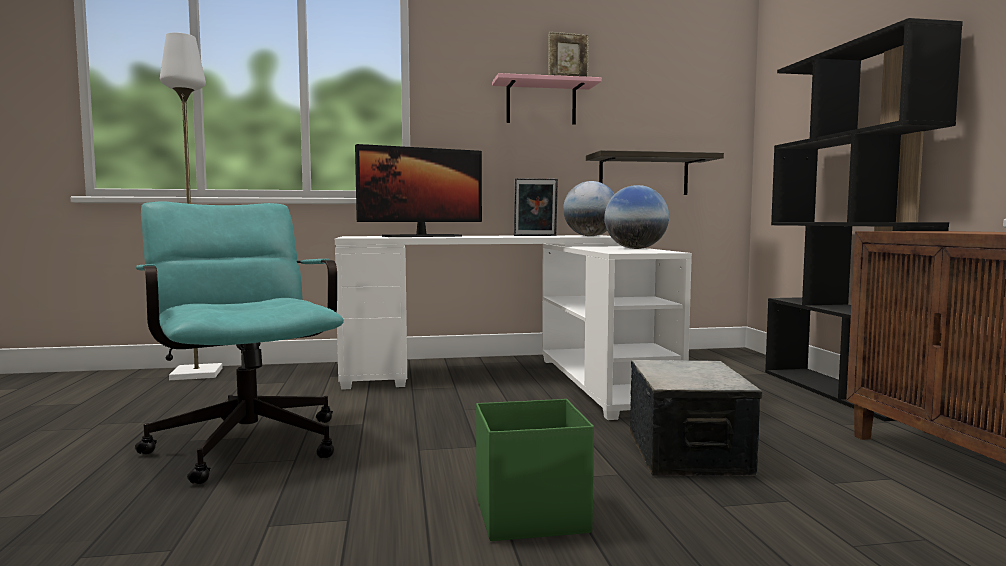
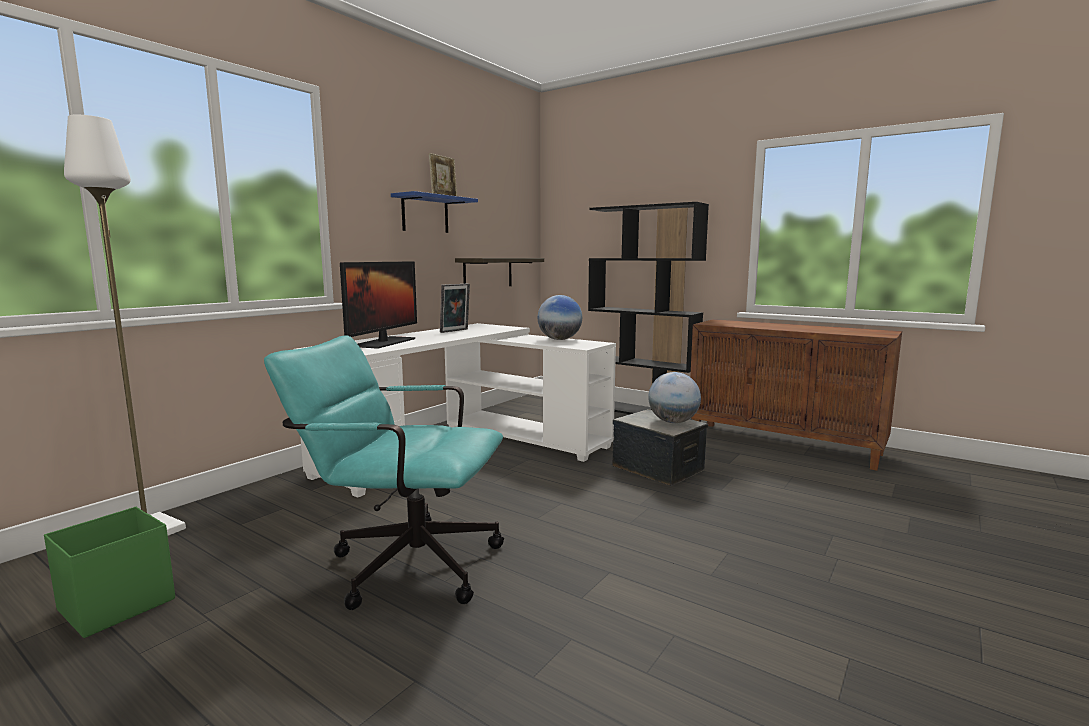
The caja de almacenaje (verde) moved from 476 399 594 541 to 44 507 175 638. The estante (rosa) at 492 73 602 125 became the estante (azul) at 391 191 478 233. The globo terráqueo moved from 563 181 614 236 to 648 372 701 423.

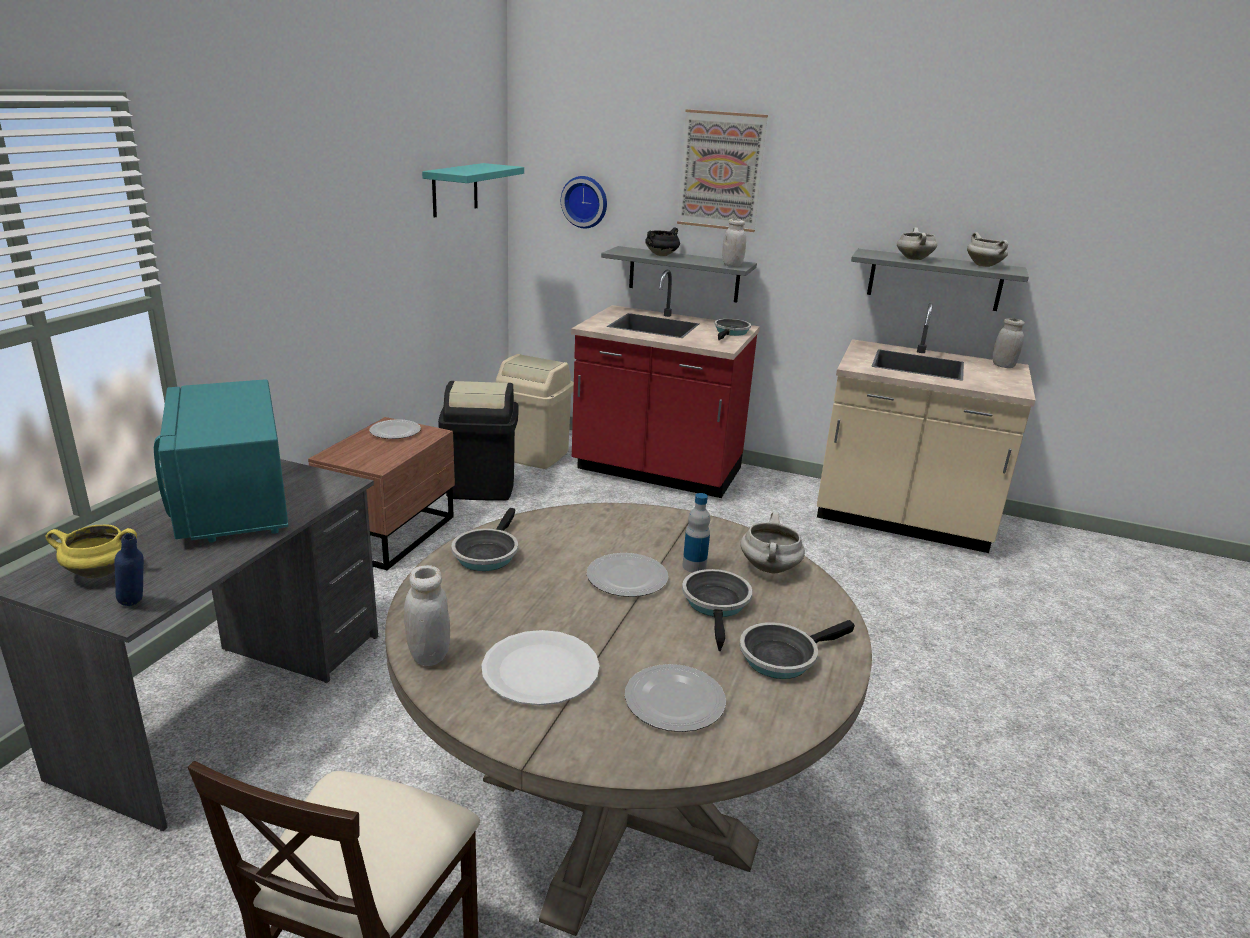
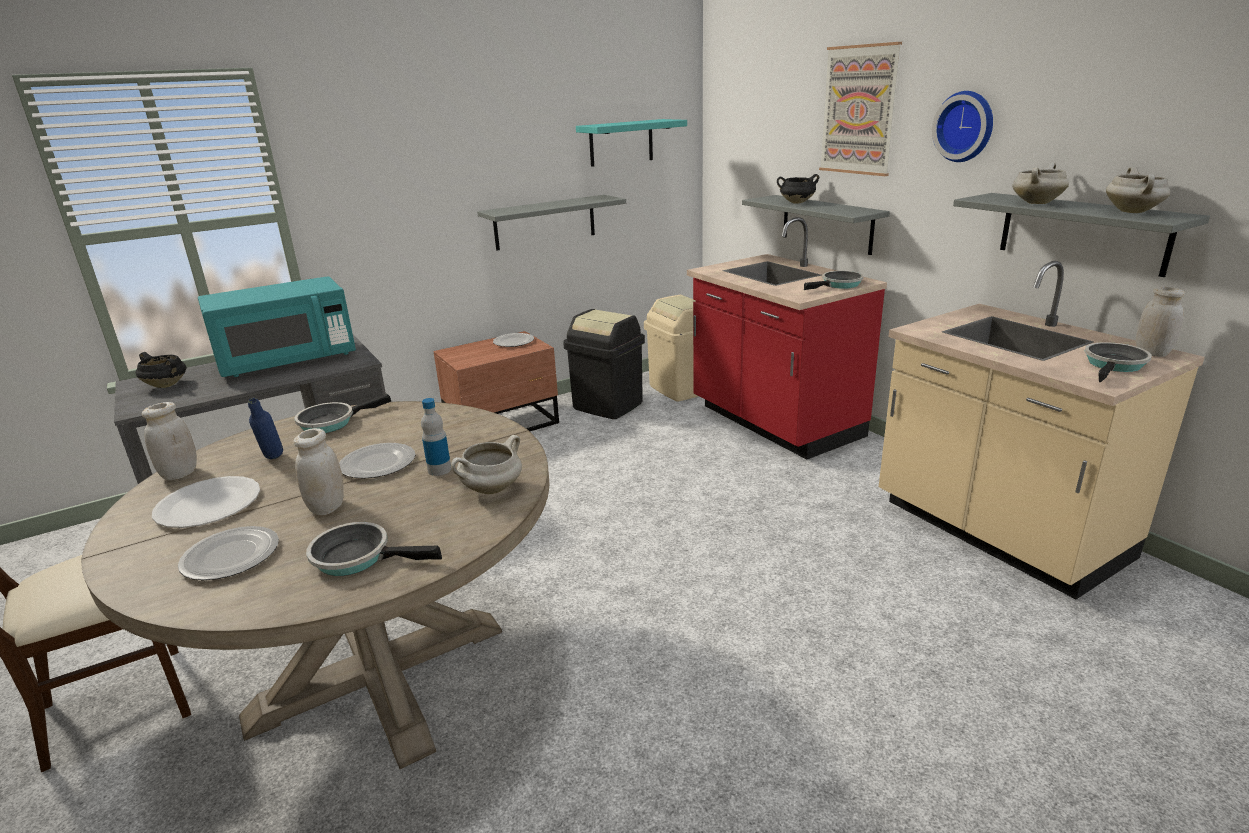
The olla (amarillo) at 46 525 137 578 became the olla (negro) at 136 352 186 388. The botella (azul) moved from 115 533 144 606 to 248 398 283 459. The microondas (turquesa) at 154 379 288 543 turned 135 degrees counterclockwise. The reloj de pared moved from 561 176 607 228 to 932 91 993 162. The sartén moved from 682 569 752 651 to 1084 342 1152 382. The tarro (blanco) moved from 722 219 746 267 to 294 428 344 515. The estante (gris) at 477 195 626 251 appeared.

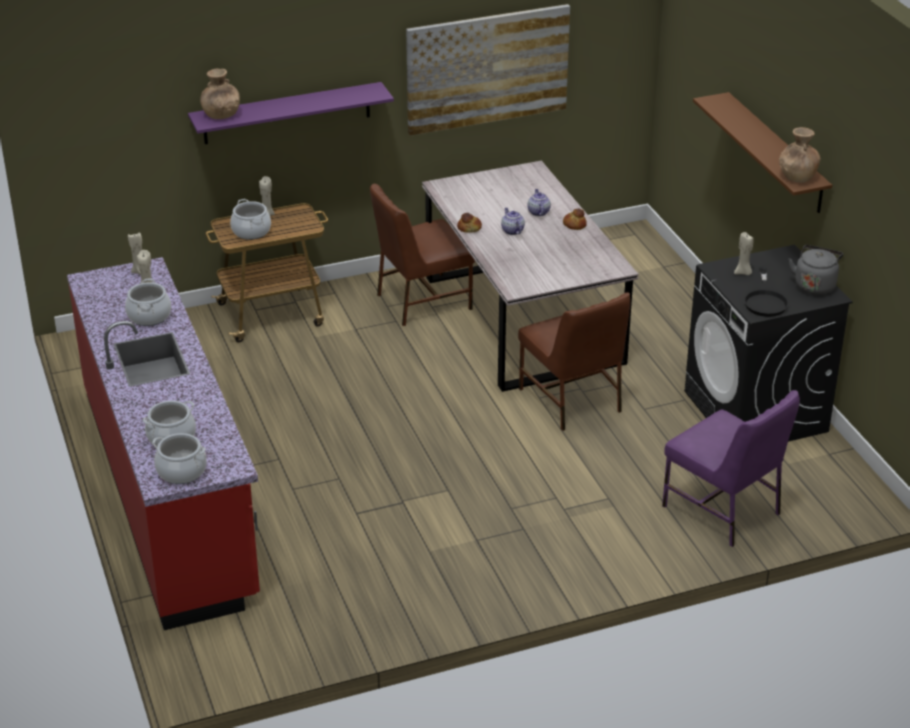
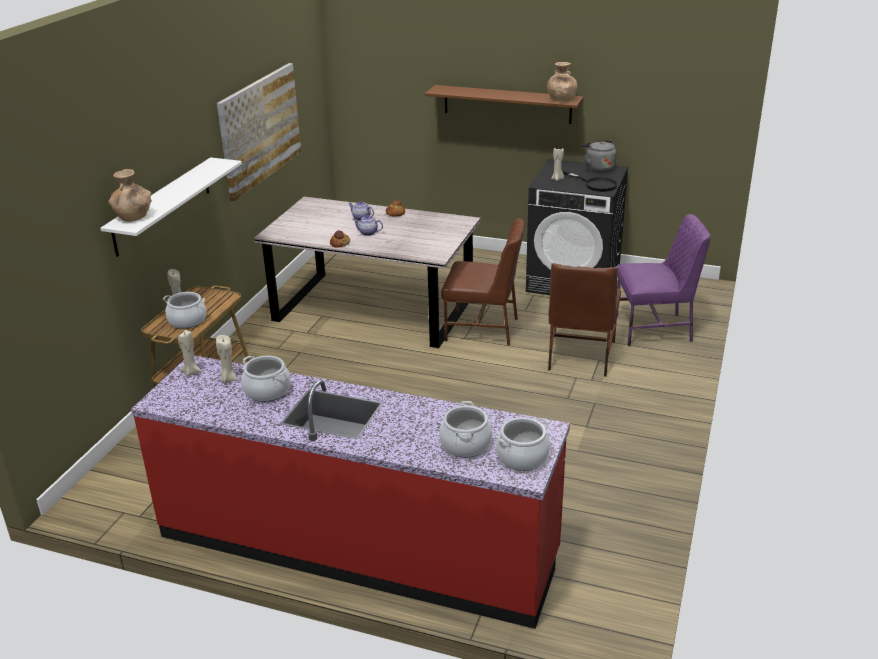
The estante (morado) at 188 82 394 144 became the estante (blanco) at 100 157 242 257. The silla (marrón) moved from 370 184 475 326 to 548 263 621 376.

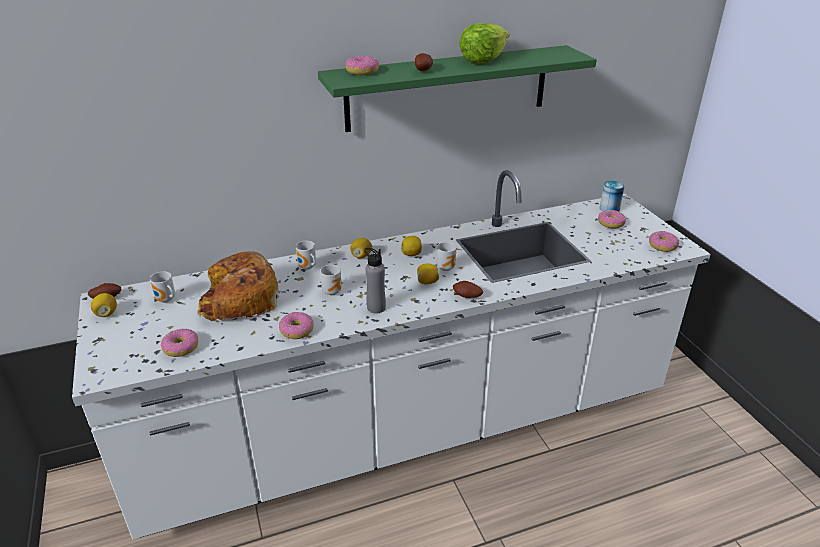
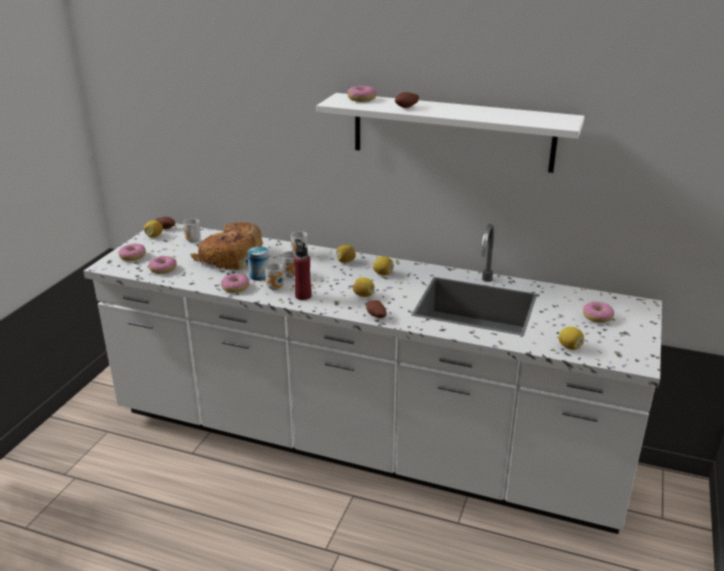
The estante (verde) at 318 45 597 132 became the estante (blanco) at 316 93 585 173. The botella (gris) at 364 248 386 314 became the botella (rojo) at 293 239 312 300. The taza grande moved from 437 242 457 271 to 265 263 286 290. The lechuga at 459 23 509 64 disappeared. The lata moved from 600 181 625 212 to 247 246 269 281. The rosquilla moved from 649 231 679 252 to 119 243 146 261. The limón at 559 327 584 350 appeared.

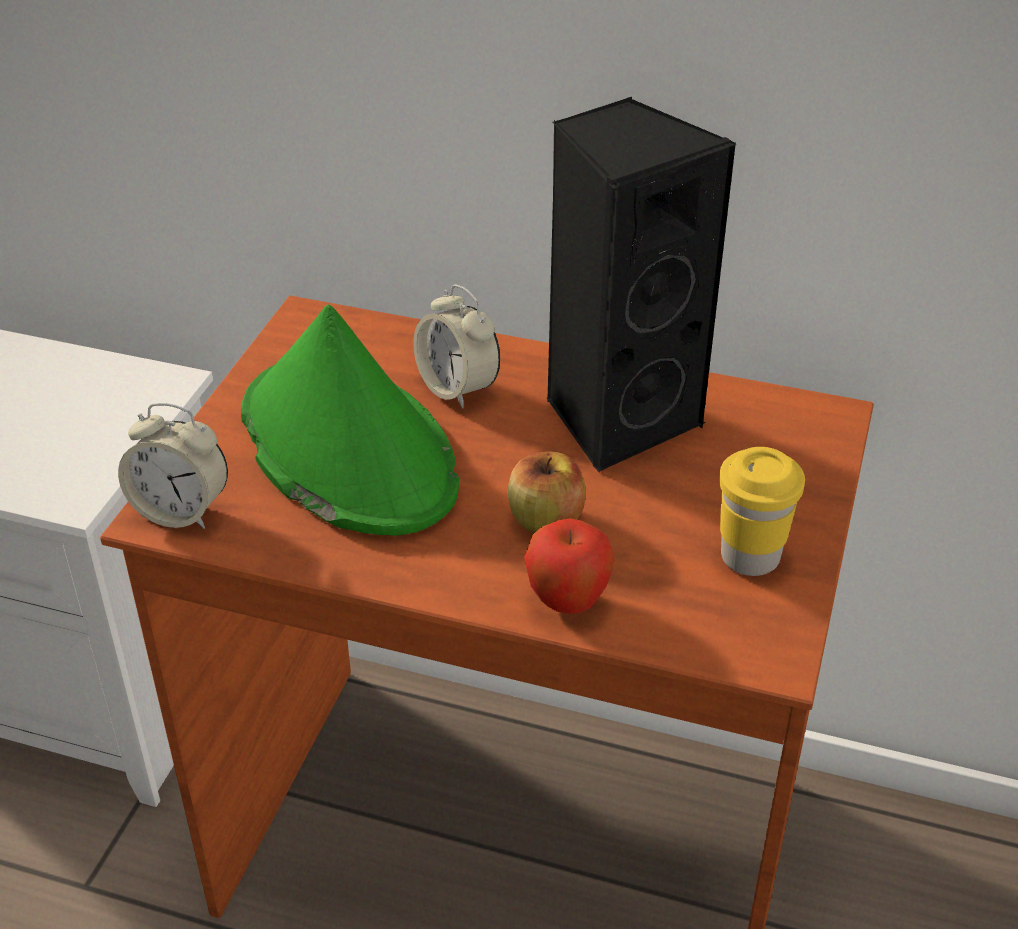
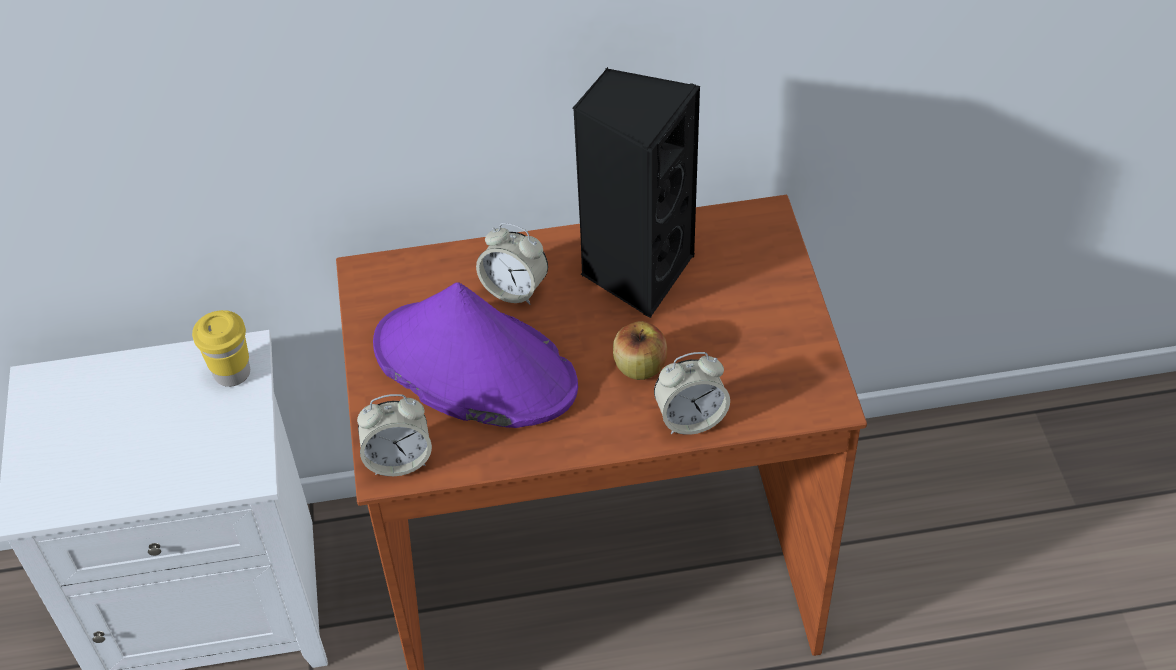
The sombrero (verde) at 241 304 459 536 became the sombrero (morado) at 373 282 578 428. The manzana at 524 518 615 614 was replaced by the despertador at 654 352 730 435. The taza (amarillo) moved from 719 447 805 576 to 192 310 250 387.

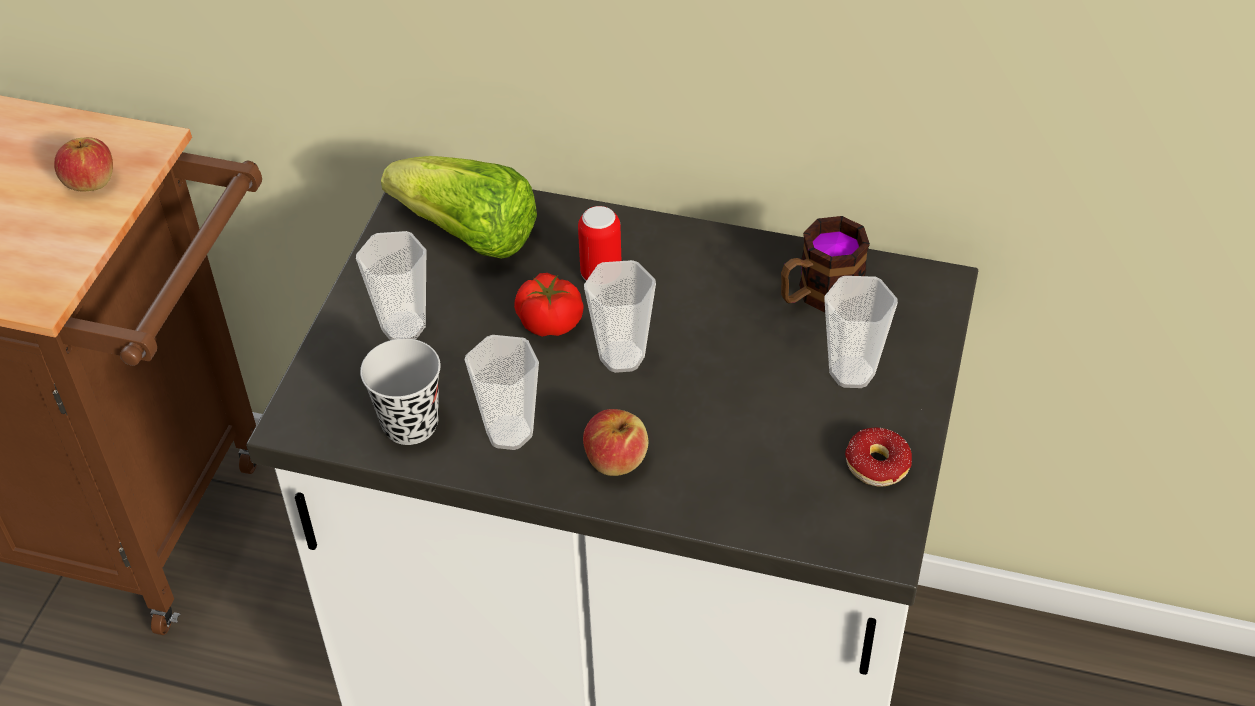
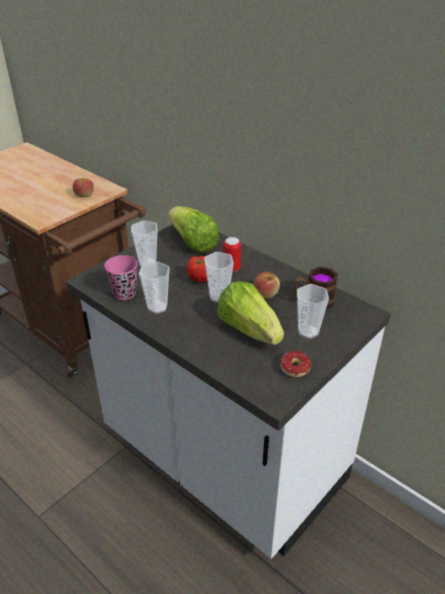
The taza (negro) at 360 338 441 445 became the taza (rosa) at 104 255 138 300. The manzana moved from 583 409 648 476 to 254 272 280 299. The lechuga at 217 281 284 345 appeared.

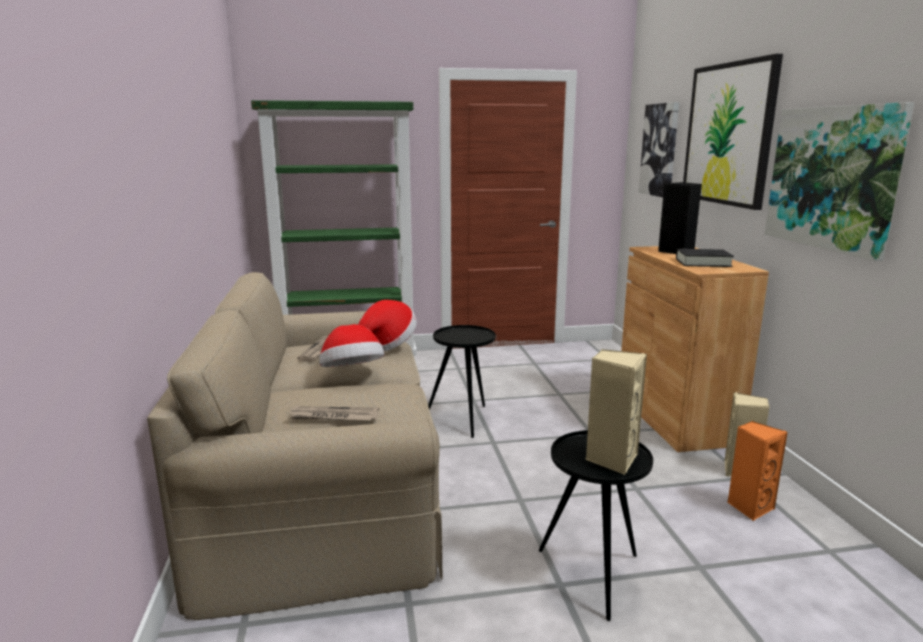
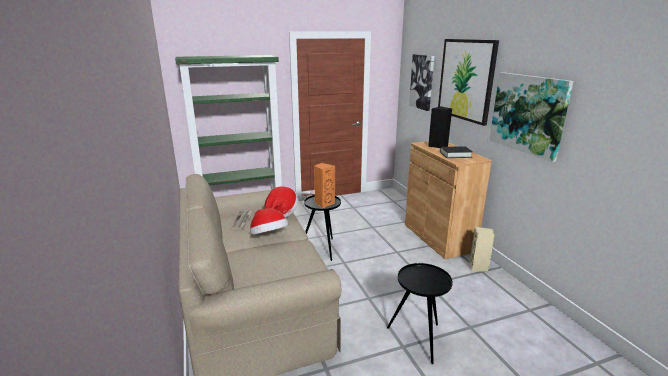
The periódico at 287 406 379 420 disappeared. The altavoz (beis) at 586 349 647 475 disappeared. The altavoz (naranja) moved from 728 421 788 521 to 314 163 335 208.

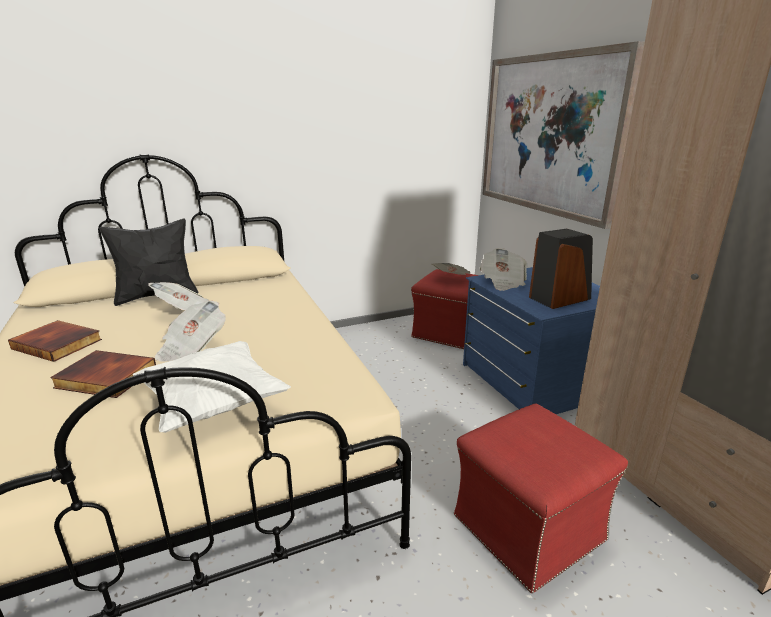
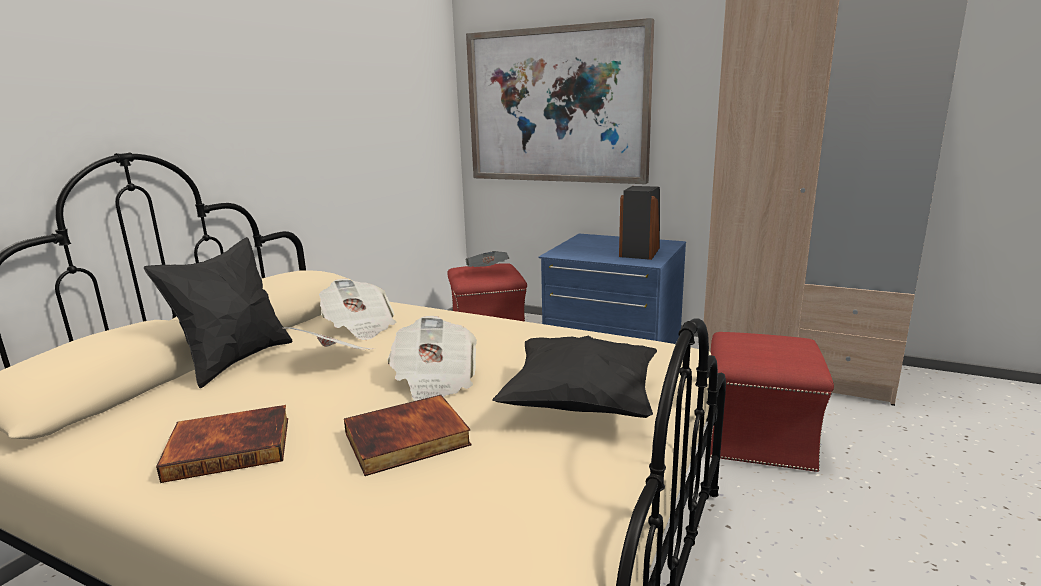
The cojín (blanco) at 133 341 291 433 became the cojín (negro) at 492 336 657 418. The periódico moved from 480 248 527 291 to 319 279 396 340.

